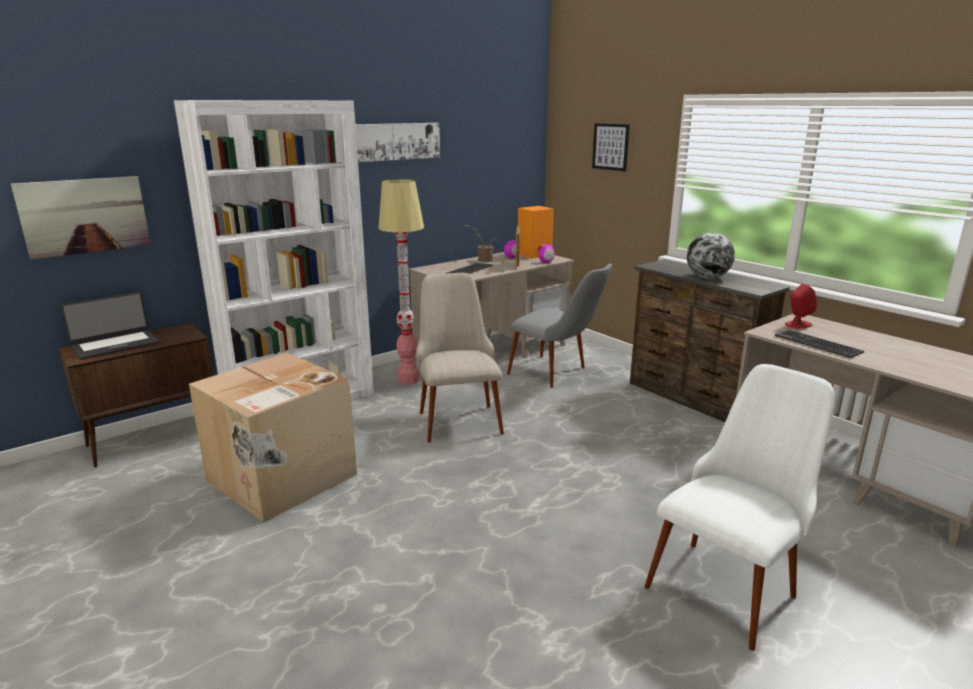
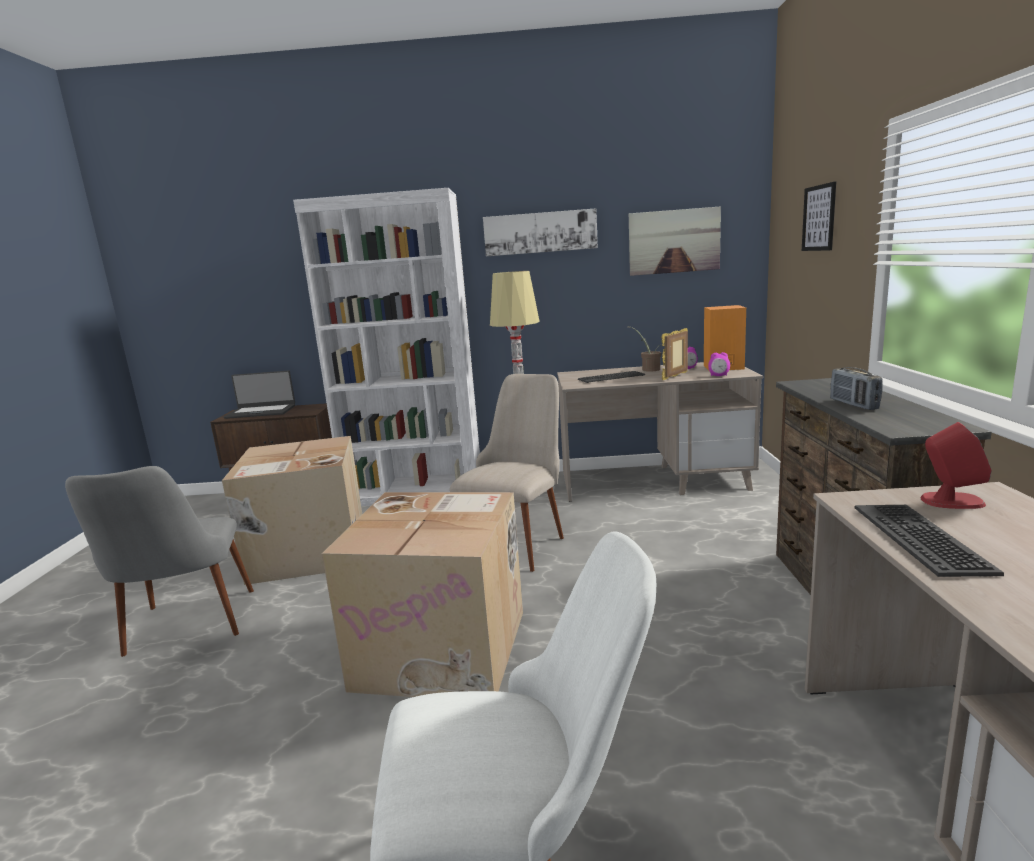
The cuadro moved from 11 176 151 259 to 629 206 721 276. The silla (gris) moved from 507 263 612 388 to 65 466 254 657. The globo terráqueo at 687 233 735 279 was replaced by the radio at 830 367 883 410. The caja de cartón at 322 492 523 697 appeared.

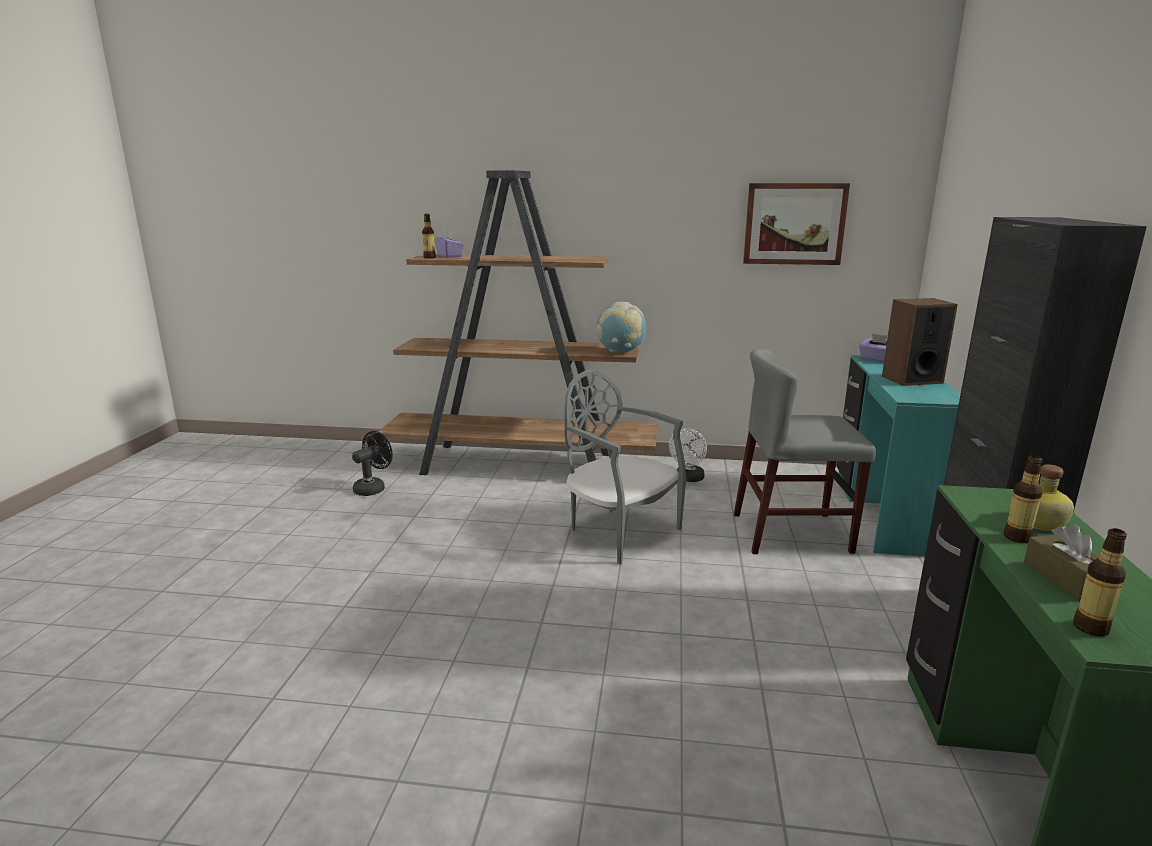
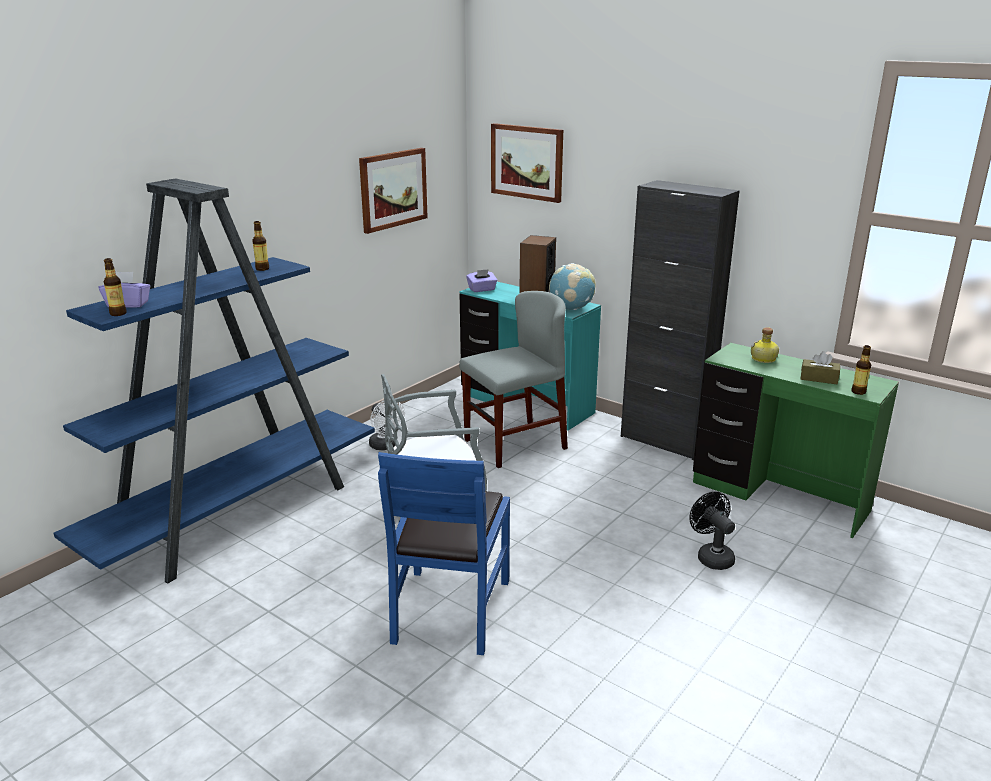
The ventilador (negro) moved from 352 431 392 496 to 690 491 735 570. The estantería (marrón) at 378 170 657 475 became the estantería (azul) at 54 178 375 584. The globo terráqueo moved from 596 302 646 353 to 549 263 596 310. The silla (gris) at 734 349 876 554 turned 150 degrees counterclockwise. The botella moved from 1004 455 1043 543 to 252 221 269 271. The silla (azul) at 378 452 510 655 appeared. The cuadro at 491 123 563 203 appeared.

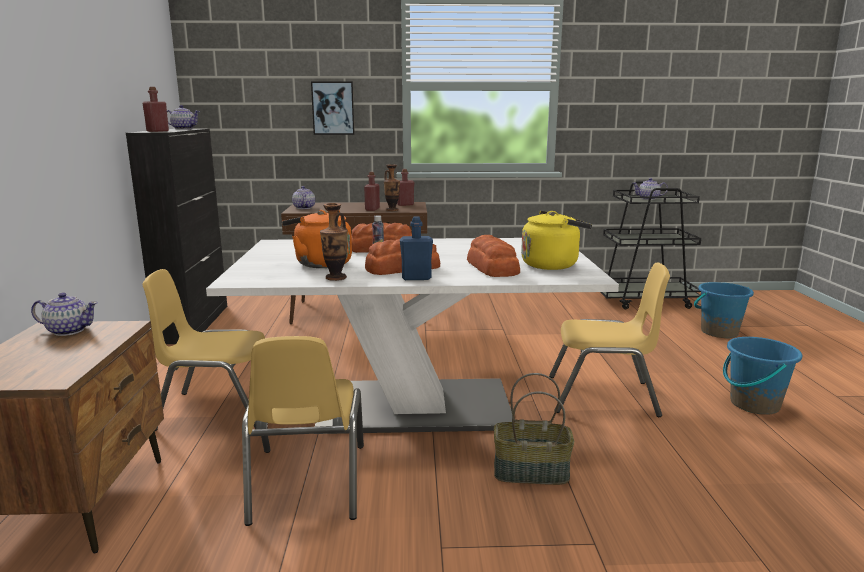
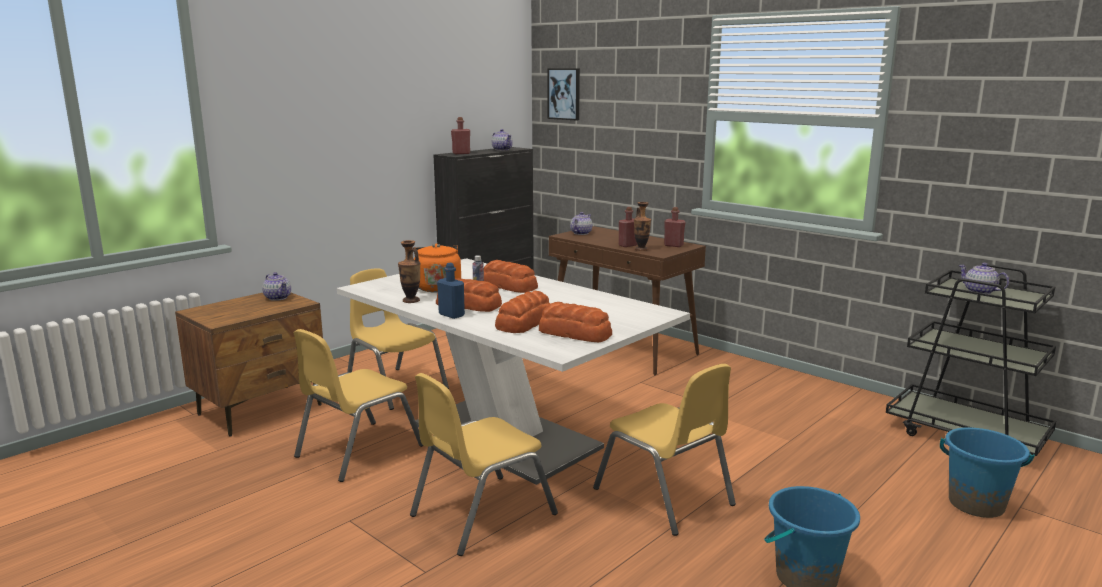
The cuadro moved from 311 81 355 135 to 548 68 580 120. The cesta at 494 373 574 485 was replaced by the silla (amarillo) at 410 373 558 556. The hervidor (amarillo) at 521 210 592 270 was replaced by the pan at 539 302 612 342.

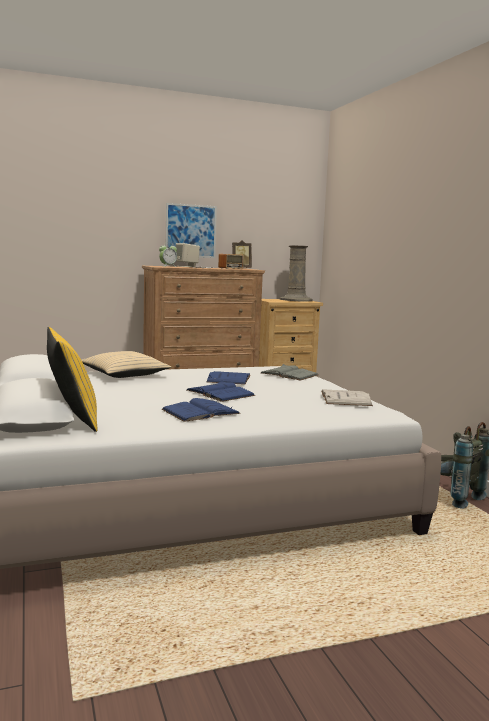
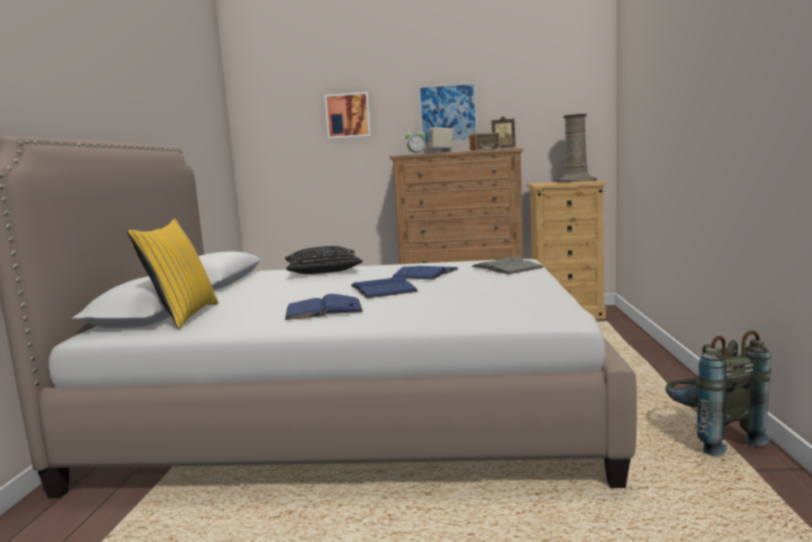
The cojín (beis) at 82 351 171 378 became the cojín (negro) at 285 246 363 274. The libro (blanco) at 321 389 373 406 disappeared. The cuadro at 325 92 371 139 appeared.

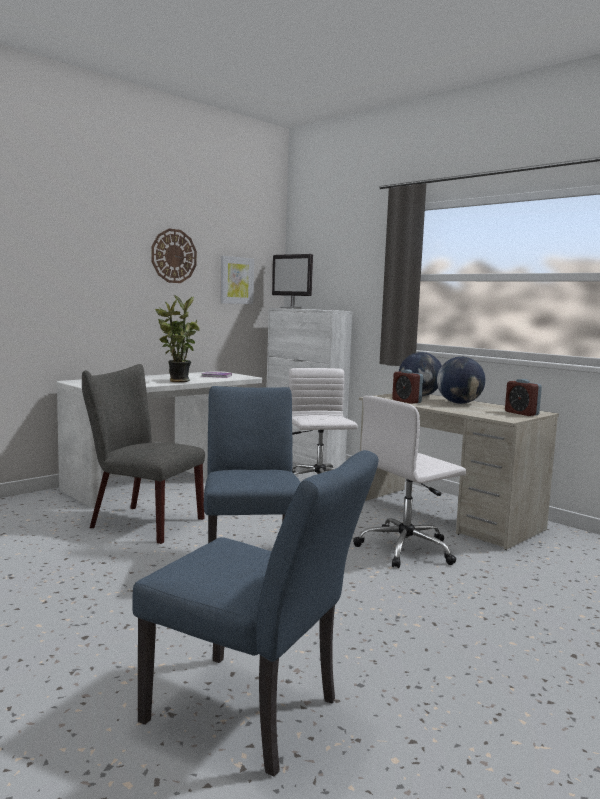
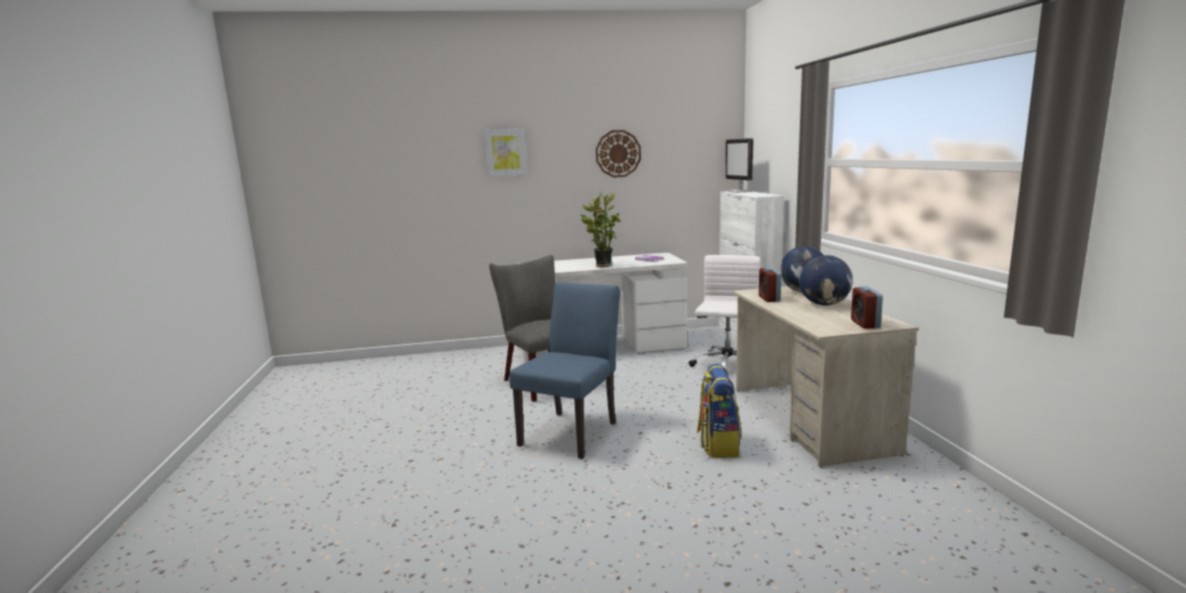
The silla (azul) at 132 450 379 777 disappeared. The cuadro moved from 220 256 254 304 to 484 129 527 177. The silla de oficina (blanco) at 353 396 466 568 was replaced by the mochila at 697 364 742 458.

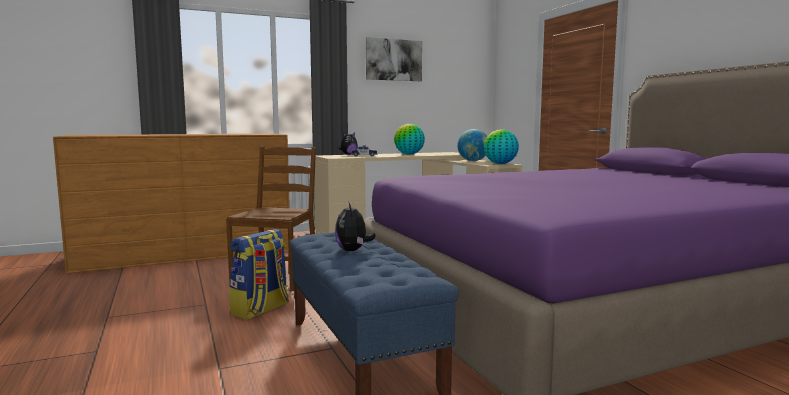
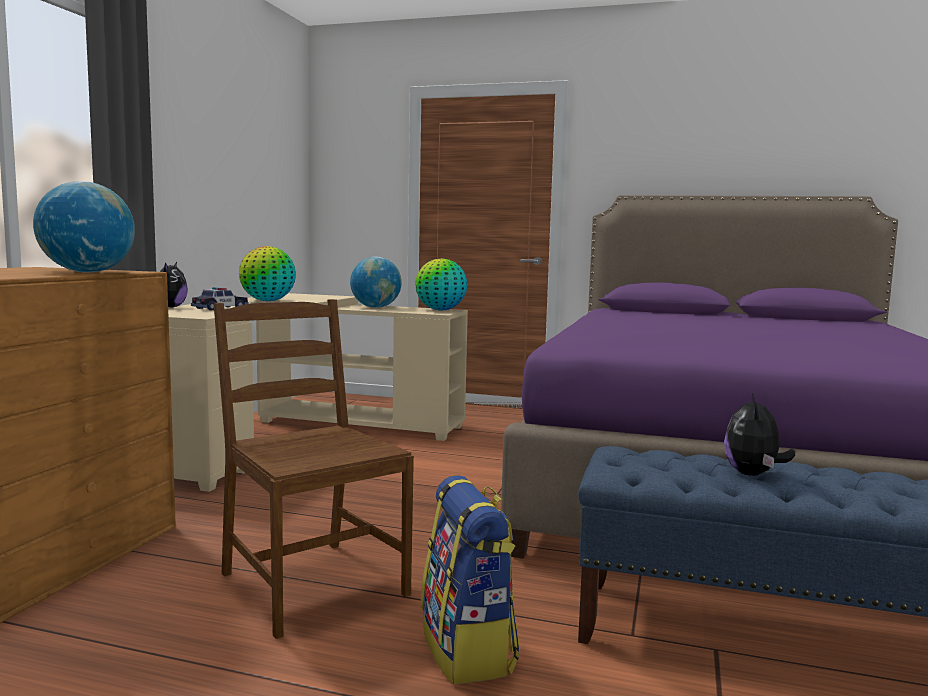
The peluche at 335 203 376 251 turned 75 degrees clockwise. The cuadro at 366 37 422 81 disappeared. The globo terráqueo at 33 181 135 273 appeared.

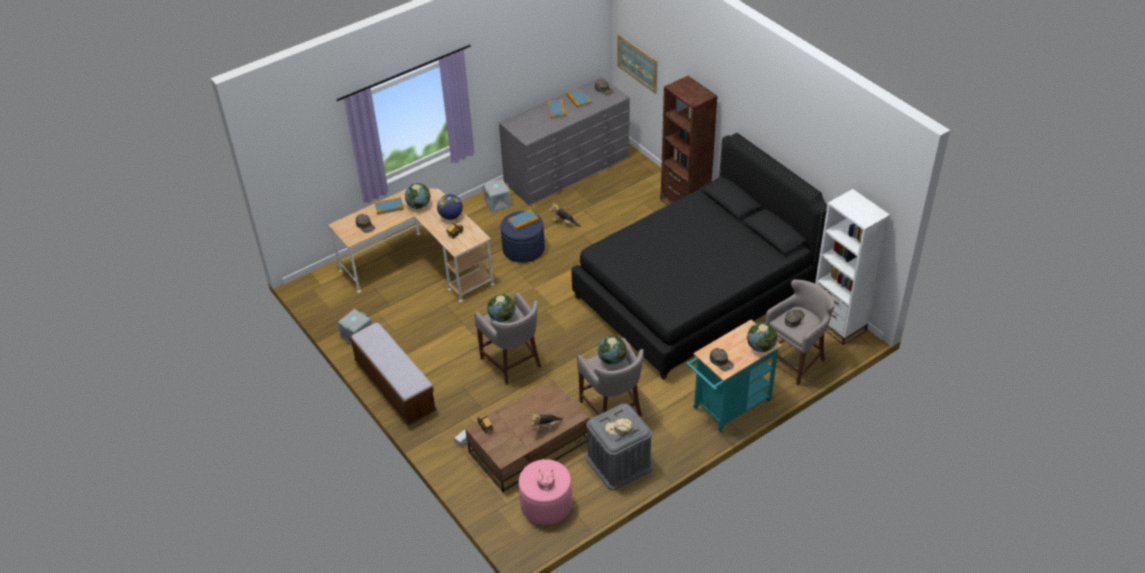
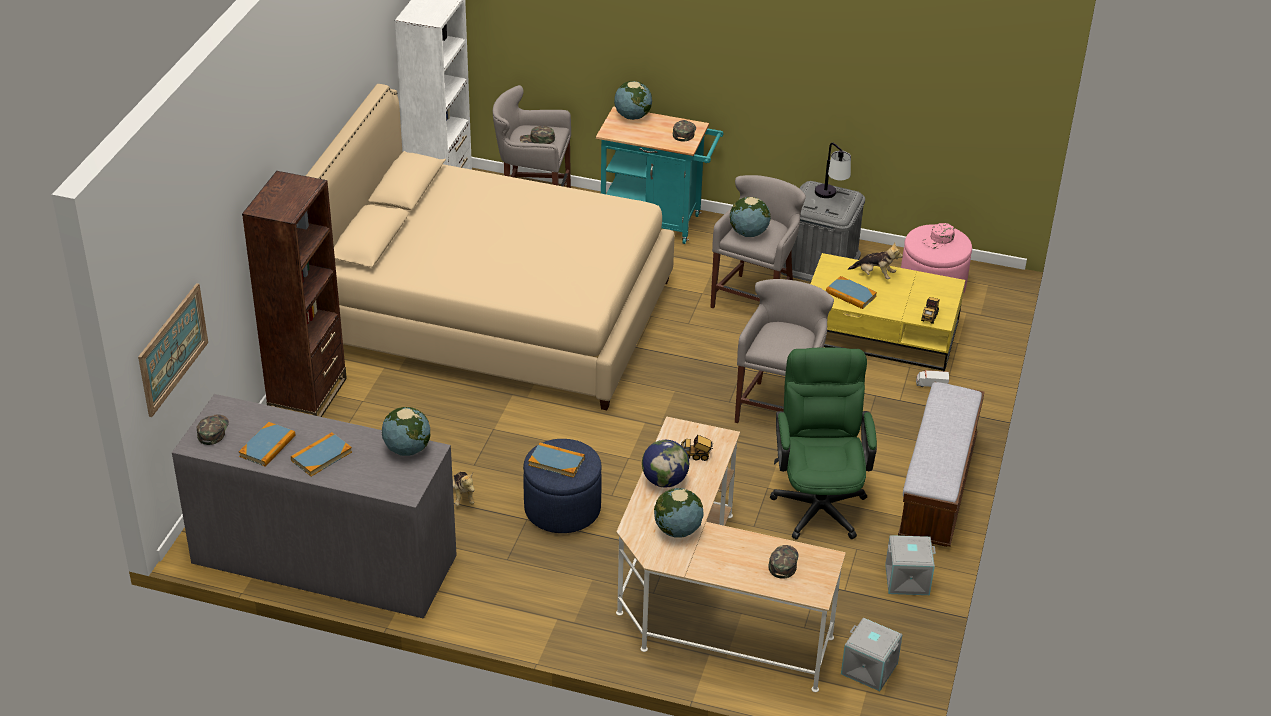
The libro moved from 374 197 404 215 to 826 276 877 309. The mesa de centro (marrón) at 465 380 590 492 became the mesa de centro (amarillo) at 810 253 965 371. The caja de almacenaje (gris) moved from 483 179 511 213 to 841 618 903 691. The globo terráqueo moved from 487 294 515 322 to 382 407 431 456. The cama (negro) at 571 133 827 380 became the cama (beis) at 306 84 675 410. The gorra (beis) at 605 418 633 436 was replaced by the lámpara de mesa at 815 143 851 198. The silla de oficina (verde) at 770 348 877 540 appeared.

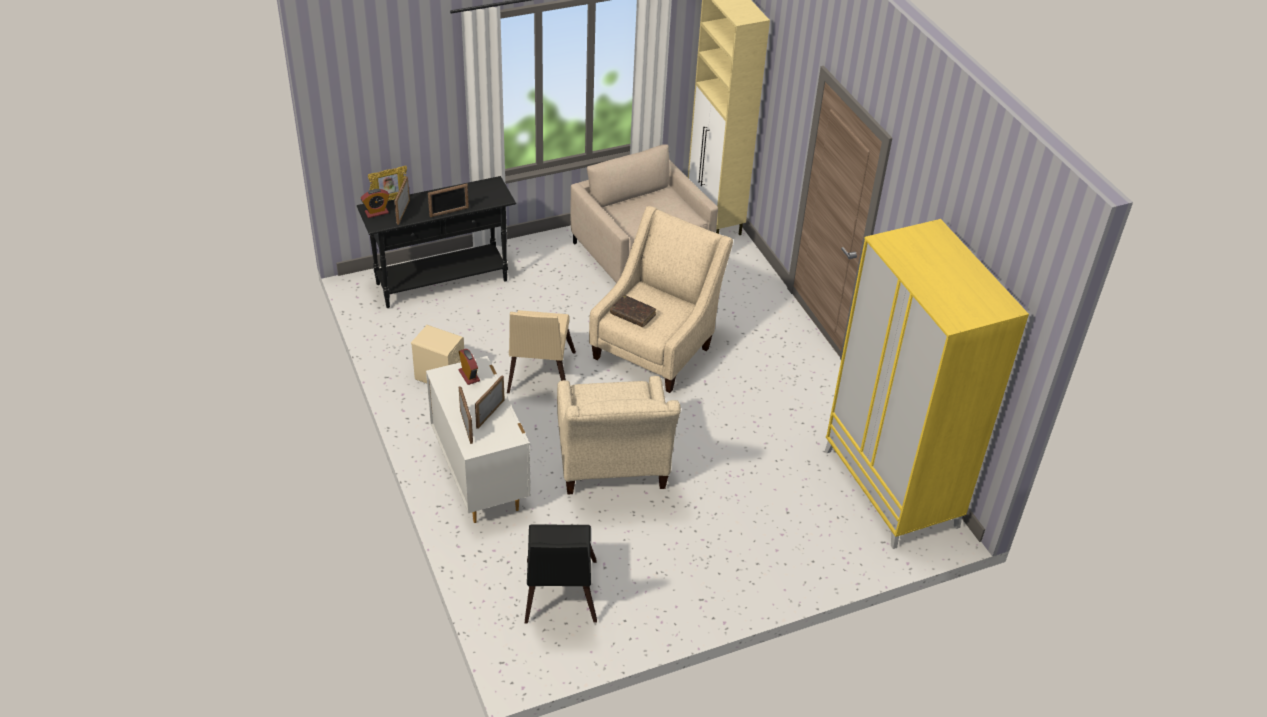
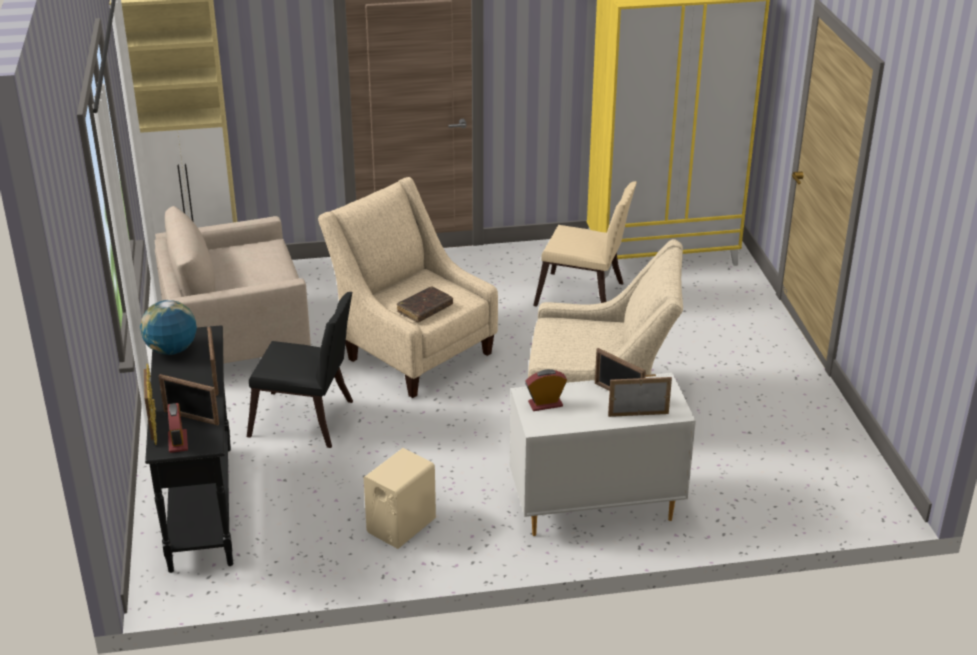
The silla (beis) moved from 507 310 576 393 to 533 181 637 307. The silla (negro) moved from 525 524 597 623 to 247 292 353 448. The globo terráqueo at 140 300 197 355 appeared.

